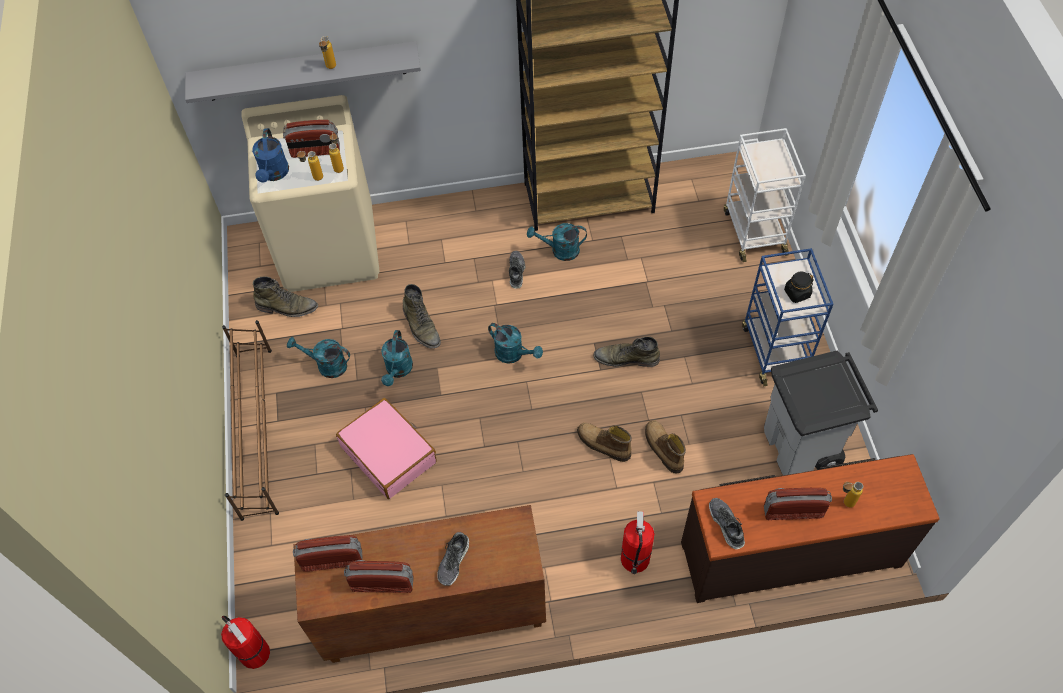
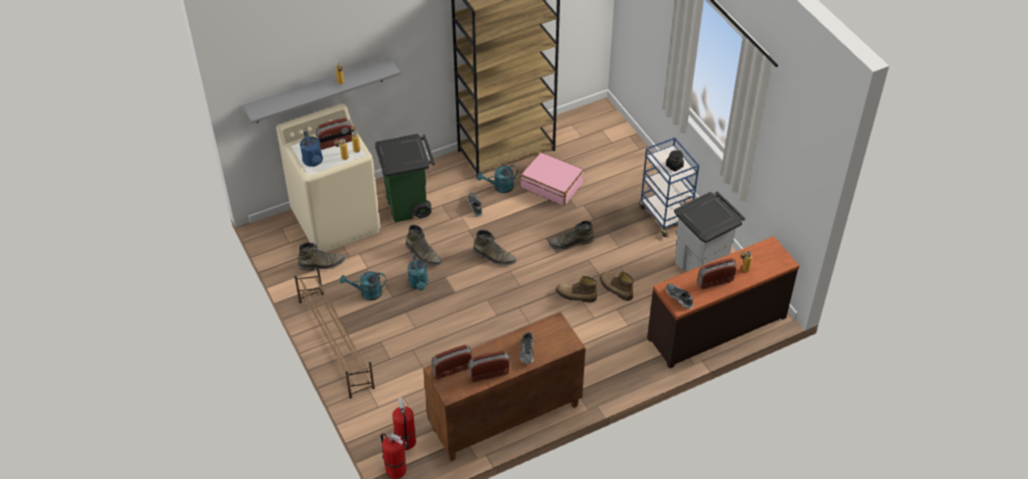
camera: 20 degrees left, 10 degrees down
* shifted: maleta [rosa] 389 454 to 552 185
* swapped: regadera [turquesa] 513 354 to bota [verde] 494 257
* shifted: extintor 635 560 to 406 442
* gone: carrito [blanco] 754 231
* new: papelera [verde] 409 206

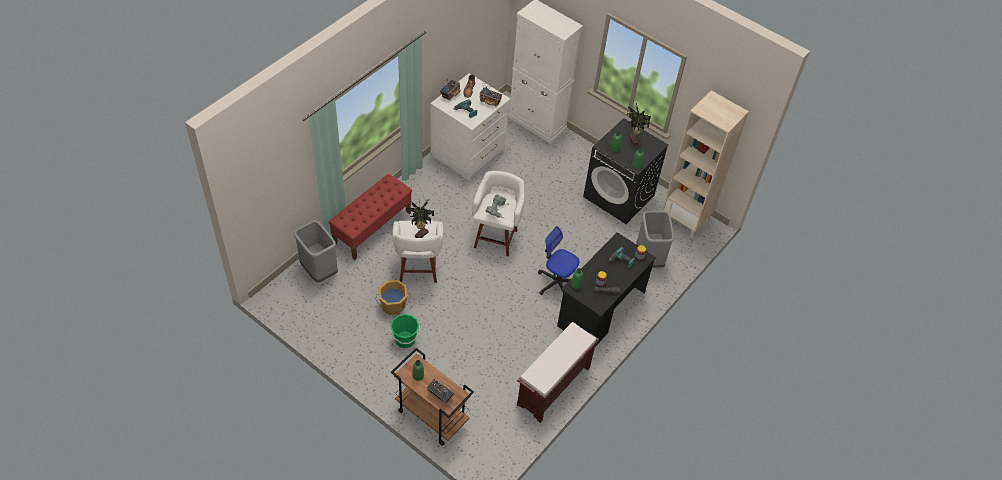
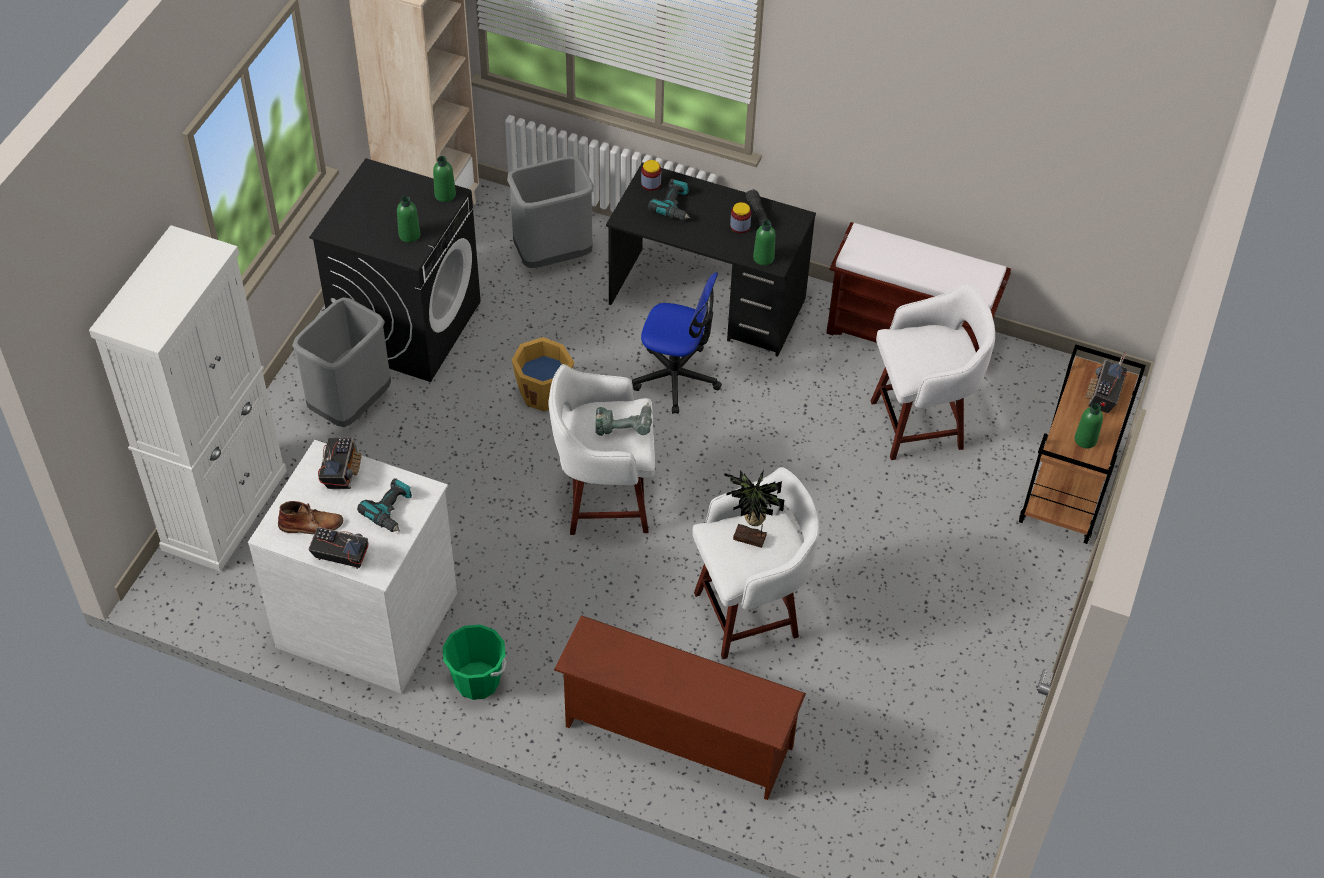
camera: 105 degrees left, 0 degrees up
* shifted: papelera [gris] 319 270 to 350 404
* swapped: banco [rojo] 372 228 to zapatero [marrón] 675 738
* shifted: cubo [naranja] 393 306 to 545 392
* shifted: cubo [verde] 405 340 to 477 681
* rotated: silla de oficina 557 283 = 676 378 90 degrees counterclockwise
* gone: planta en maceta 633 140
* new: taburete [blanco] 920 424

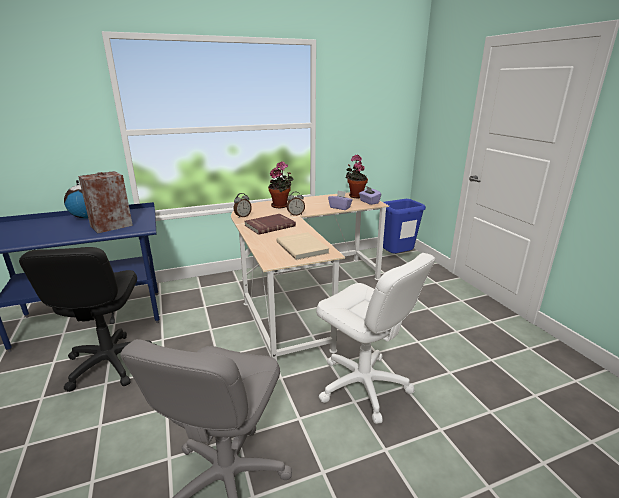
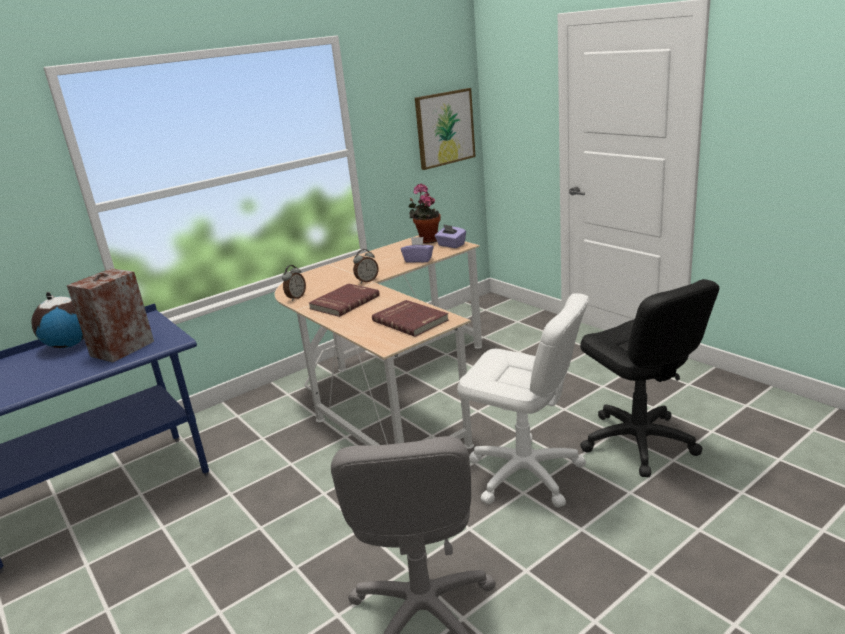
camera: 15 degrees left, 0 degrees up
* shifted: silla de oficina [negro] 110 363 to 638 442
* gone: planta en maceta 281 206
* repainted: libro [beis] 303 247 to libro [rojo] 411 320
* gone: papelera [azul] 396 257
* new: cuadro 445 128

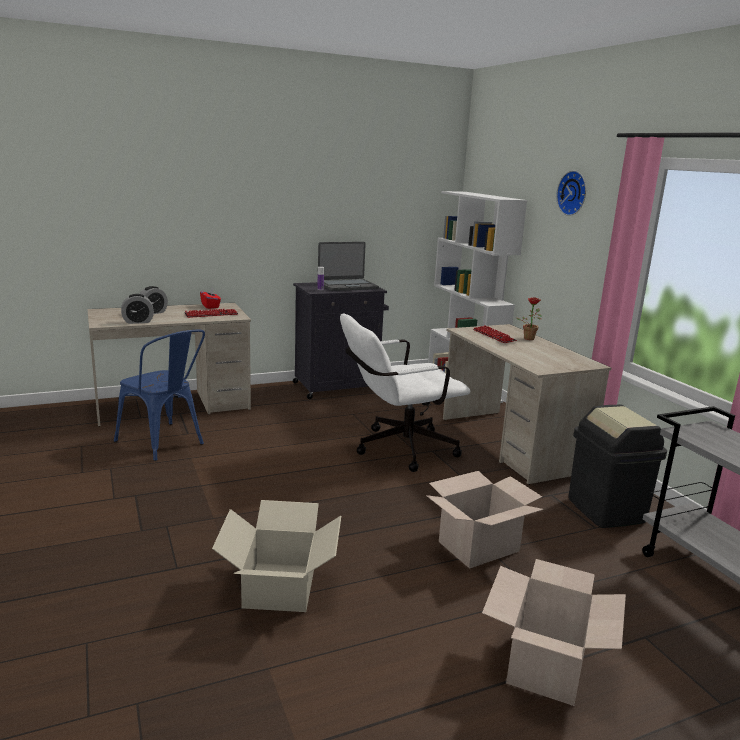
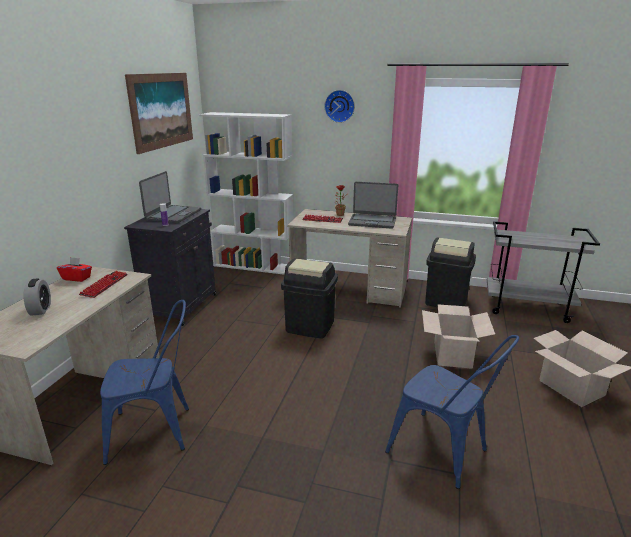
camera: 50 degrees left, 5 degrees up
* gone: despertador 138 322
* swapped: caja de cartón 278 587 to silla [azul] 444 453
* swapped: silla de oficina [blanco] 397 449 to papelera [negro] 310 327
* new: cuadro 162 110
* new: portátil 372 221

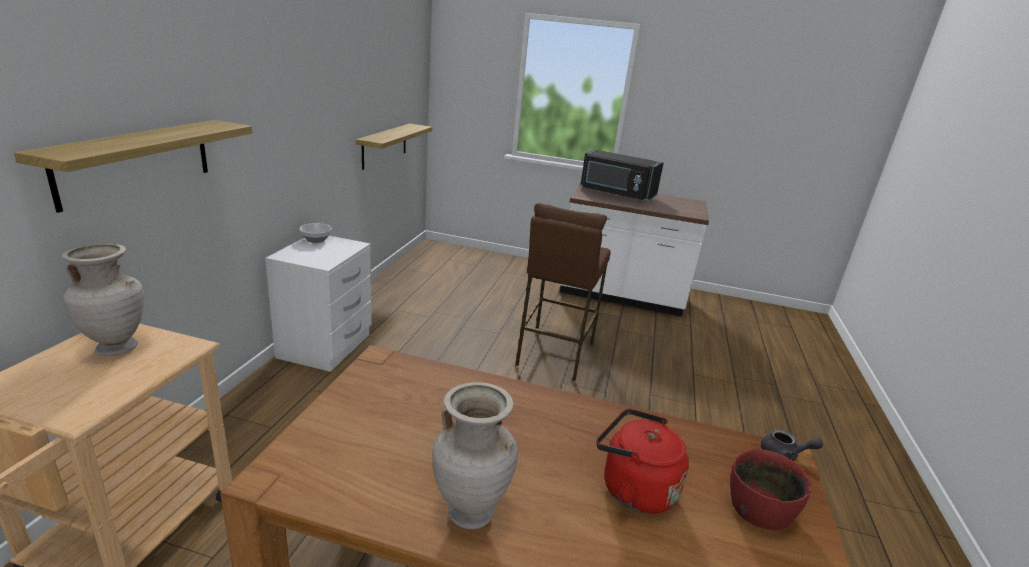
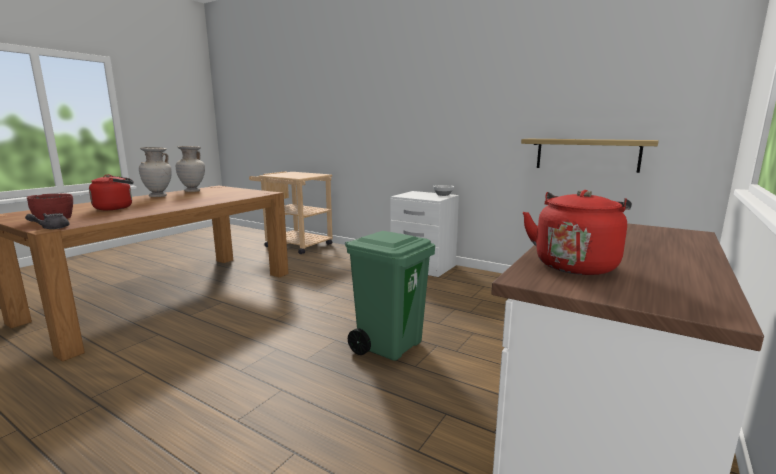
camera: 110 degrees right, 10 degrees down
* gone: estante 136 161
* shifted: florero [beis] 117 348 to 193 191
* swapped: taburete [marrón] 554 354 to papelera [verde] 389 345
* gone: microondas [negro] 616 194
* new: hervidor [rojo] 575 264

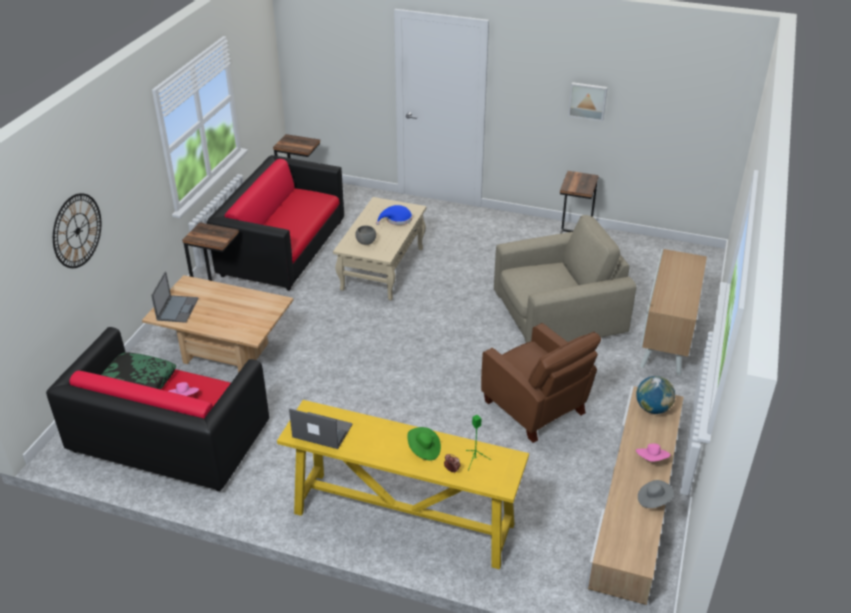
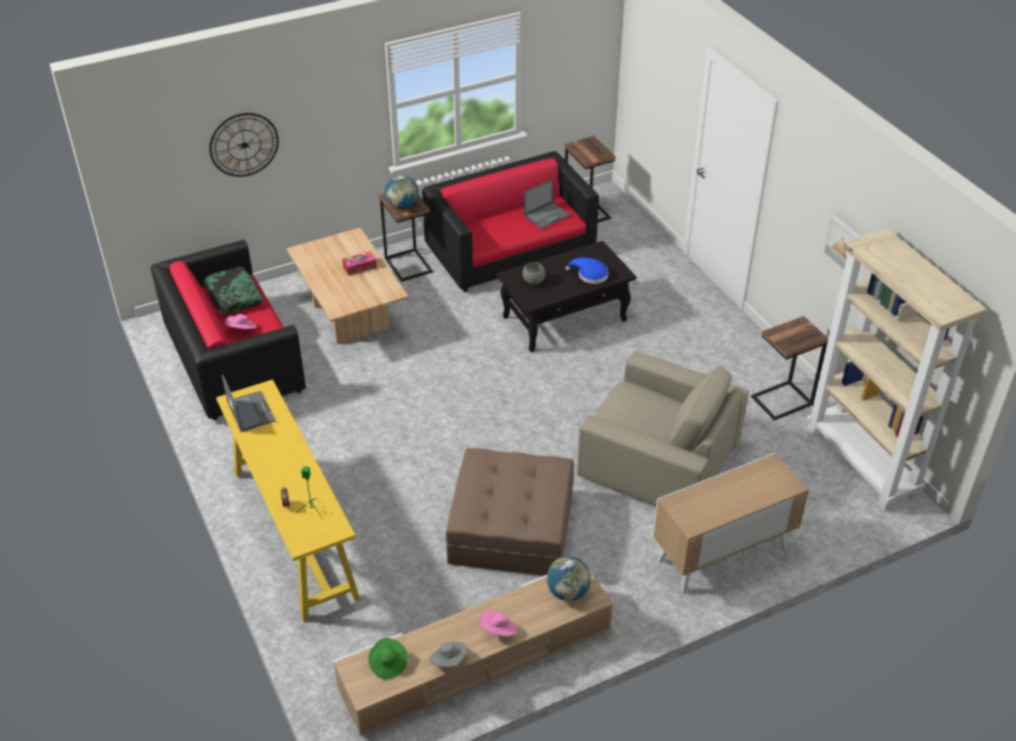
camera: 45 degrees right, 5 degrees up
* shifted: portátil 177 309 to 547 215
* repainted: mesa de centro [beis] 382 268 to mesa de centro [negro] 565 318
* shifted: sombrero [verde] 424 450 to 388 664
* swapped: sillón [marrón] 536 409 to puf [marrón] 510 527
* new: caja de pañuelos 359 267
* new: globo terráqueo 402 206
* new: estantería [beis] 862 463

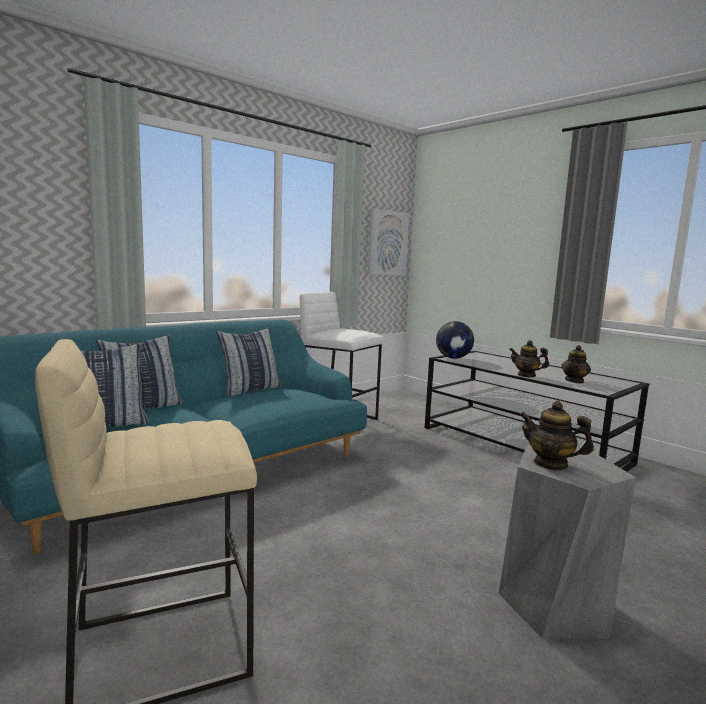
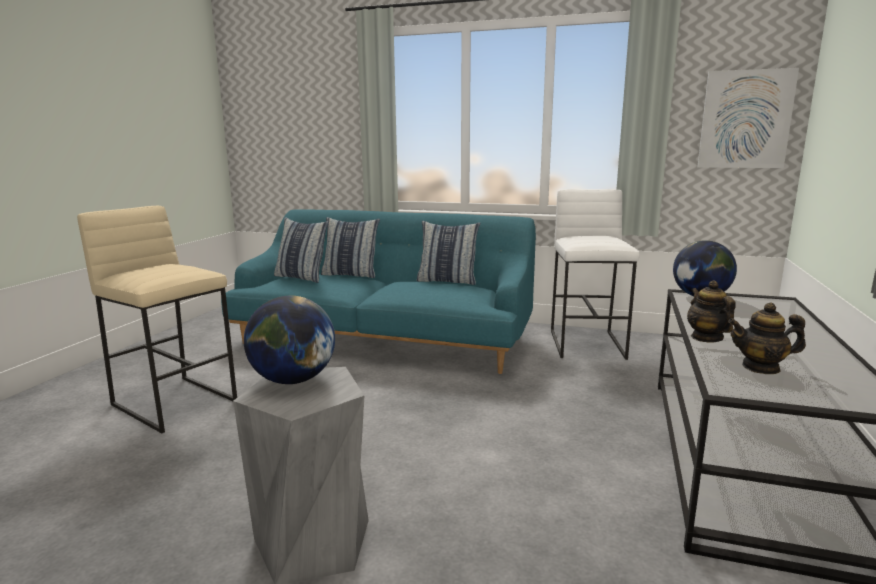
camera: 60 degrees right, 5 degrees up
* swapped: tetera 551 464 to globo terráqueo 293 380

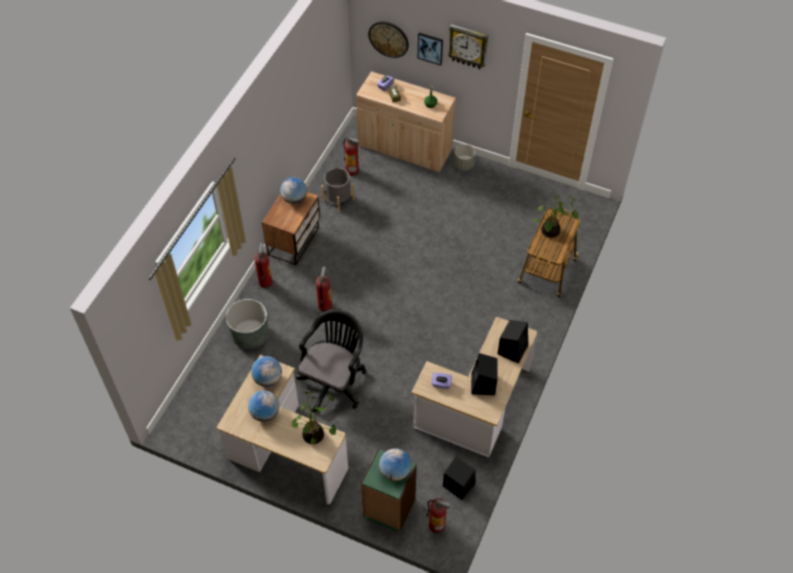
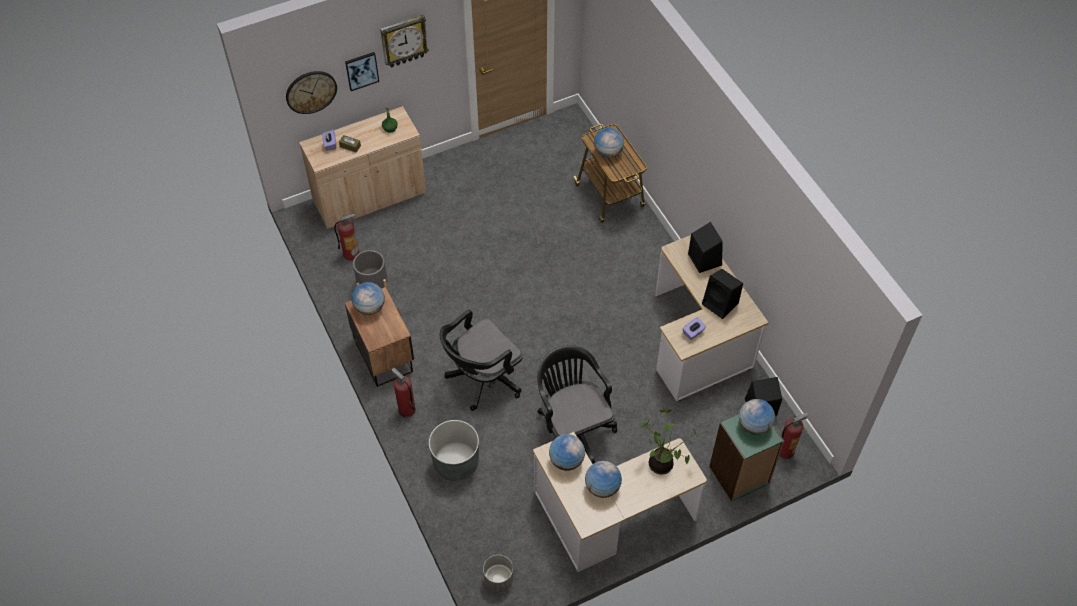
camera: 50 degrees left, 0 degrees up
* swapped: extintor 324 305 to silla de oficina [negro] 482 380
* shifted: maceta [gris] 463 165 to 498 580
* swapped: planta en maceta 550 233 to globo terráqueo 608 152

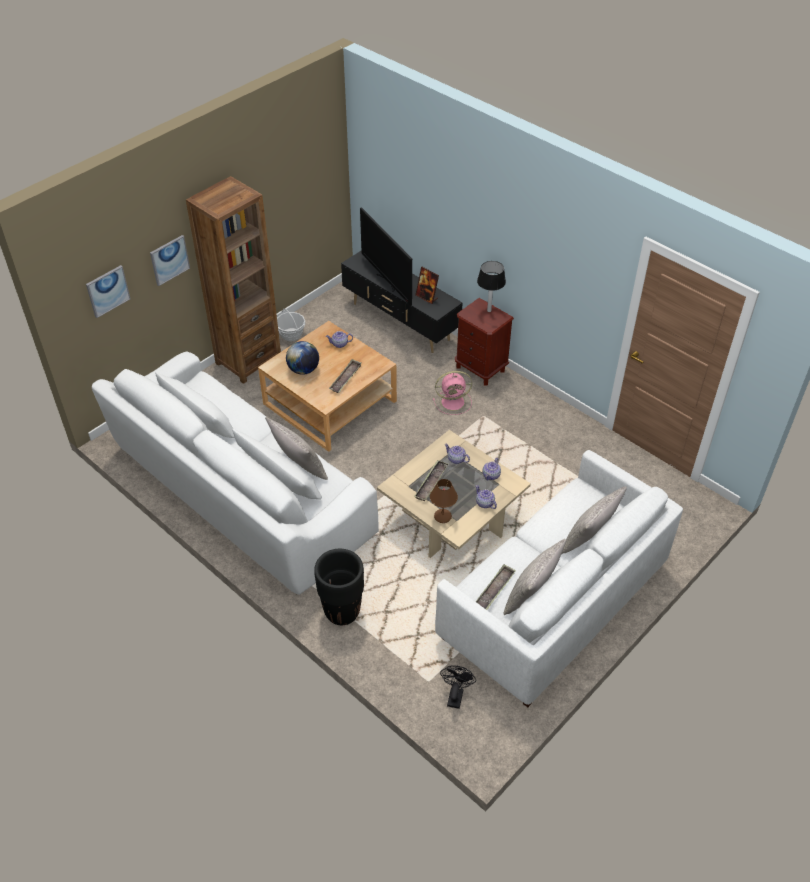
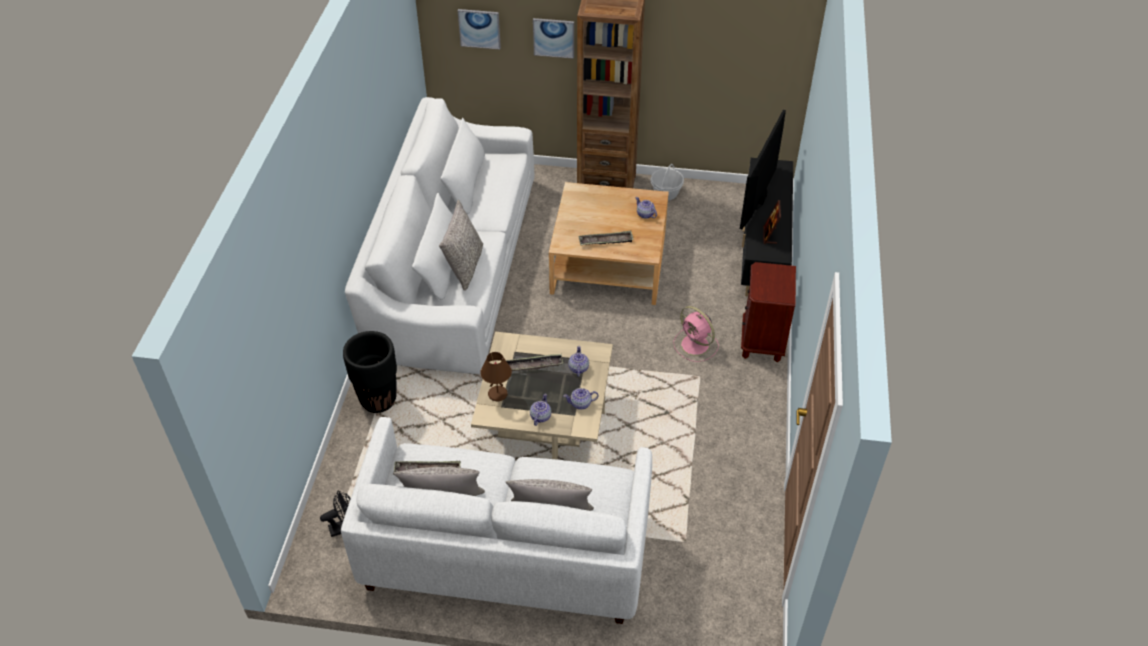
camera: 55 degrees right, 0 degrees up
* gone: globo terráqueo 303 370
* gone: lámpara de mesa 489 311

